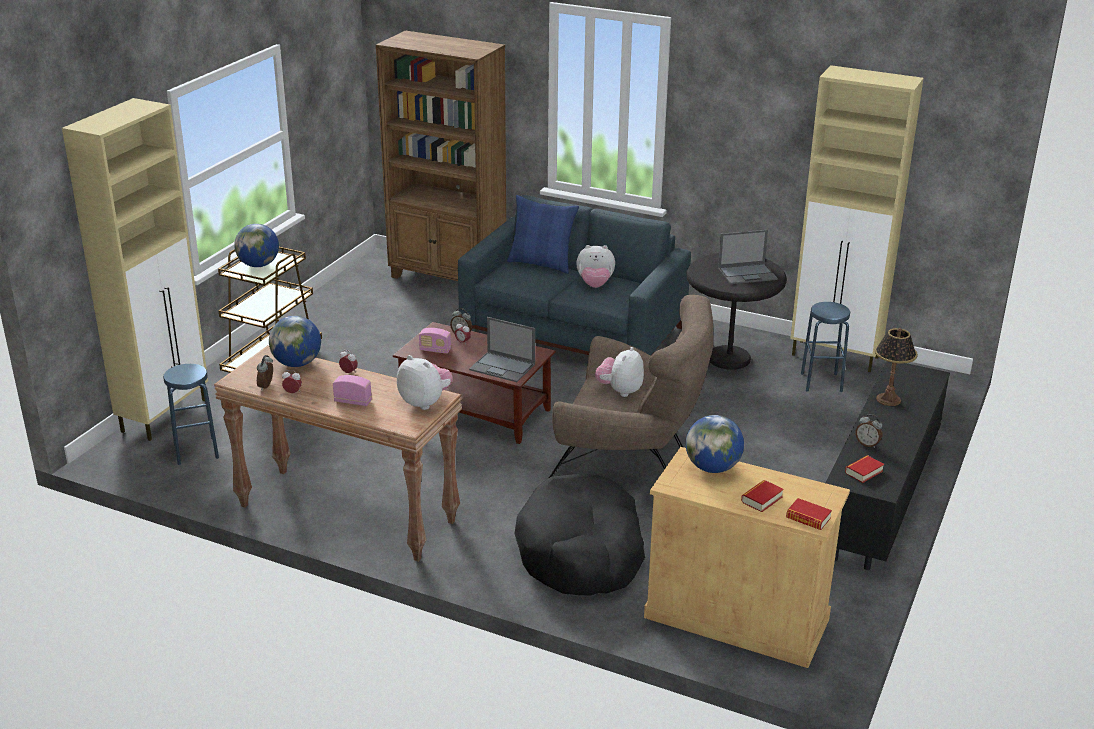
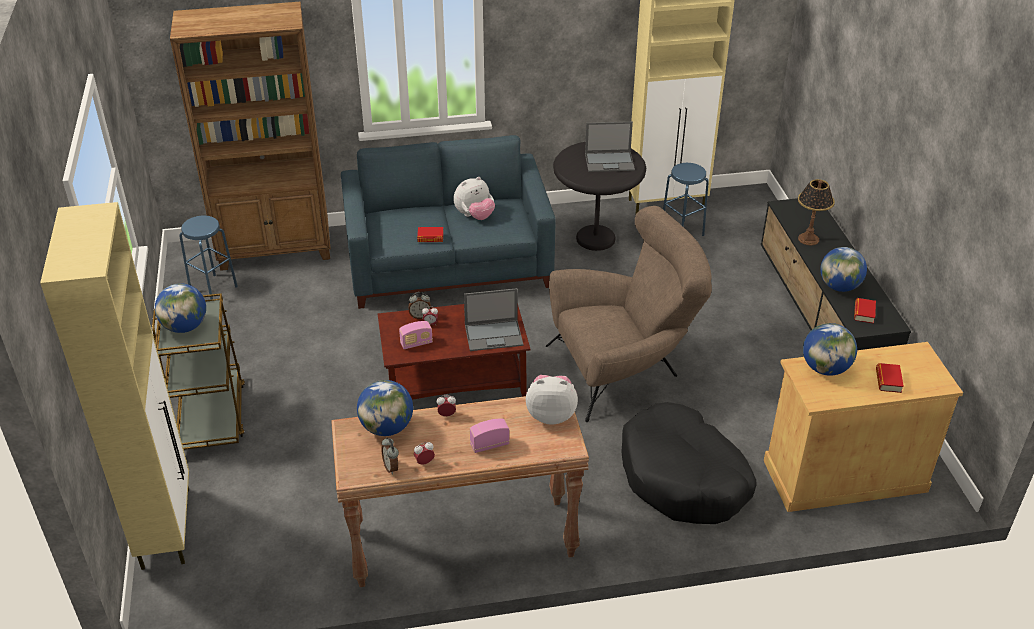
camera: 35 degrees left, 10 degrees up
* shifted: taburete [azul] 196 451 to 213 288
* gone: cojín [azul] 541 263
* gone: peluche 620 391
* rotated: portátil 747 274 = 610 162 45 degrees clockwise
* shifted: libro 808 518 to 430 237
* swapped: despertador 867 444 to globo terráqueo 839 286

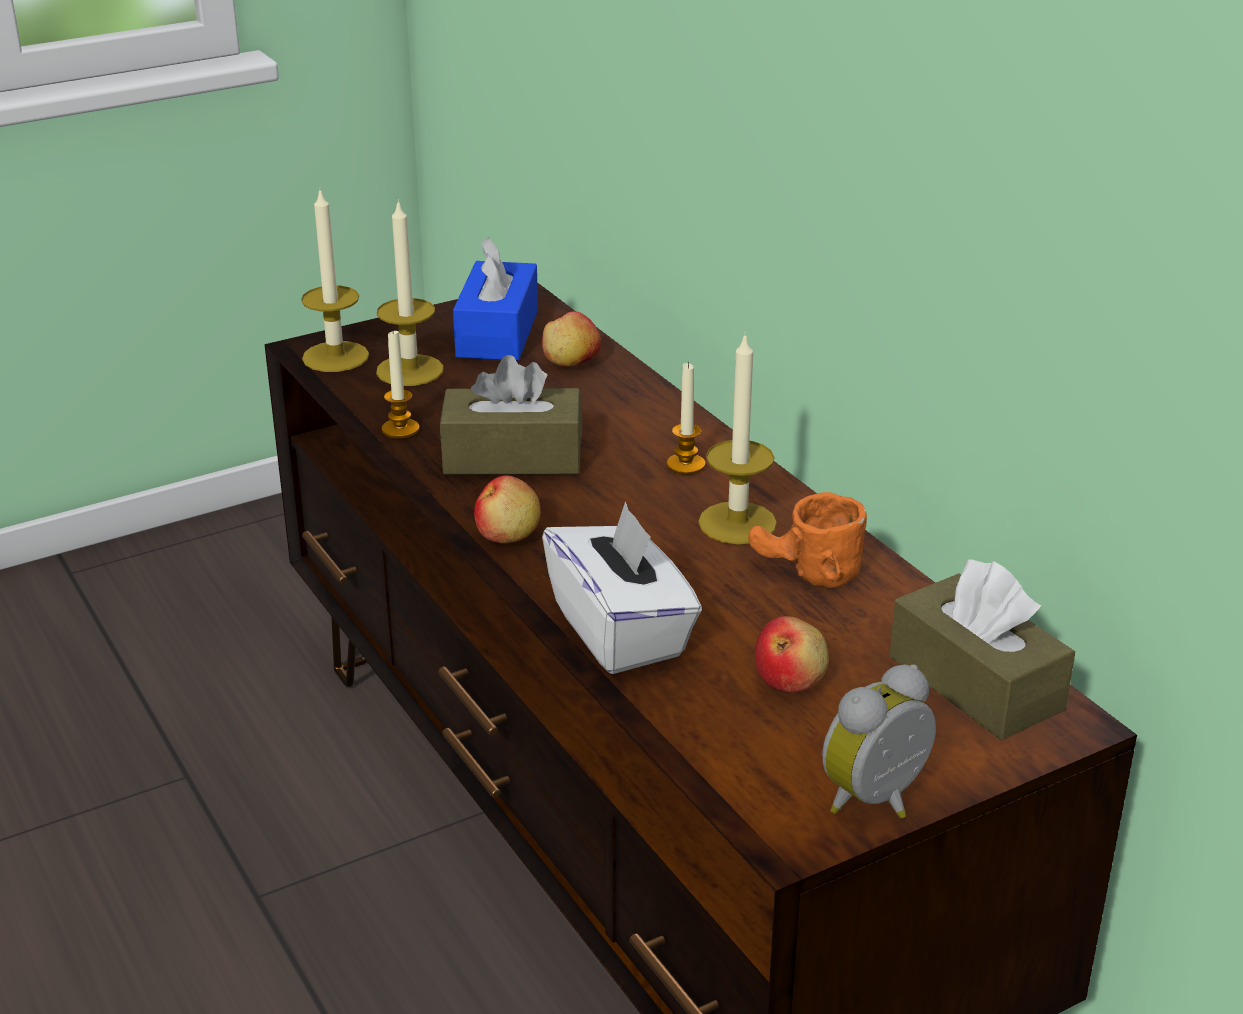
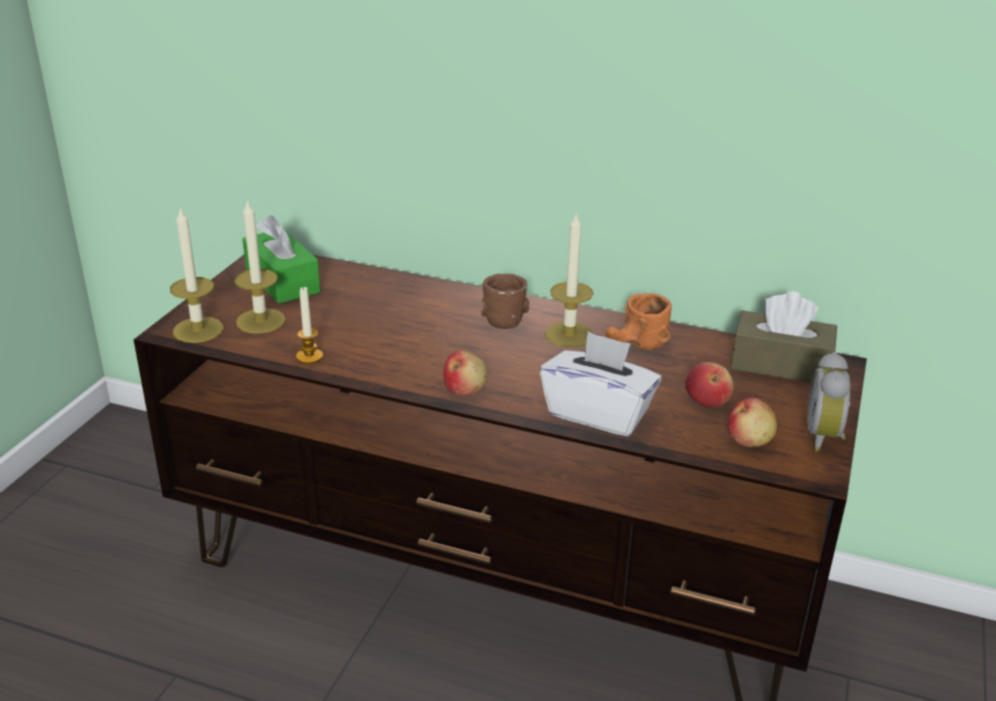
camera: 40 degrees left, 0 degrees up
* gone: caja de pañuelos [marrón] 513 457
* repainted: caja de pañuelos [azul] 497 333 to caja de pañuelos [verde] 282 281
* shifted: manzana 571 363 to 750 440
* swapped: vela 685 465 to taza grande [marrón] 499 315

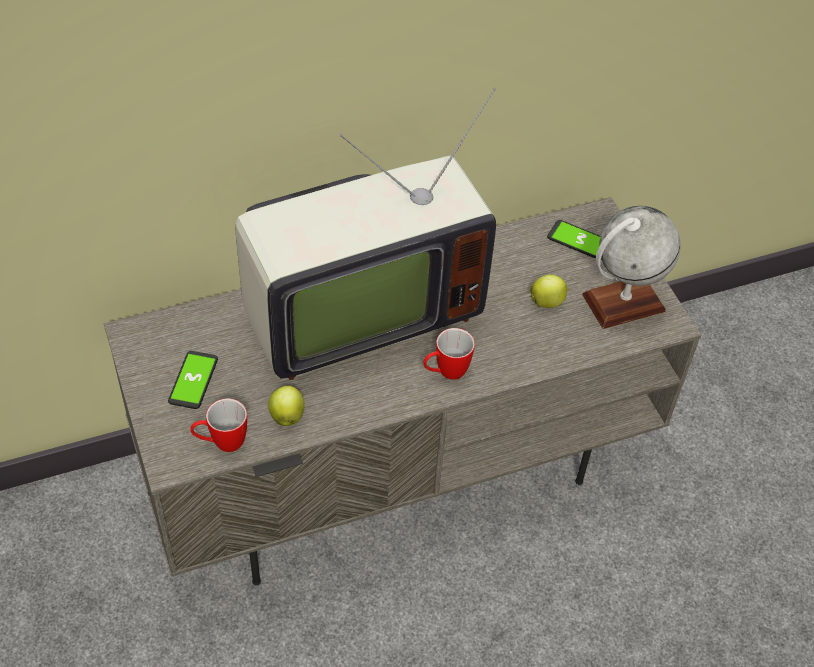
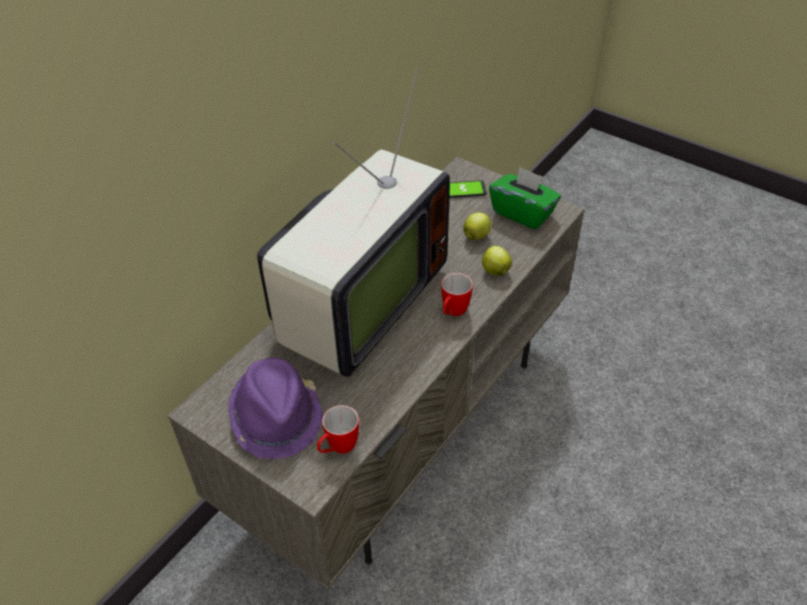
camera: 30 degrees left, 5 degrees down
* swapped: móvil 193 380 to sombrero [morado] 277 417
* shifted: manzana 287 415 to 495 270
* swapped: globo terráqueo 623 303 to caja de pañuelos [verde] 522 213

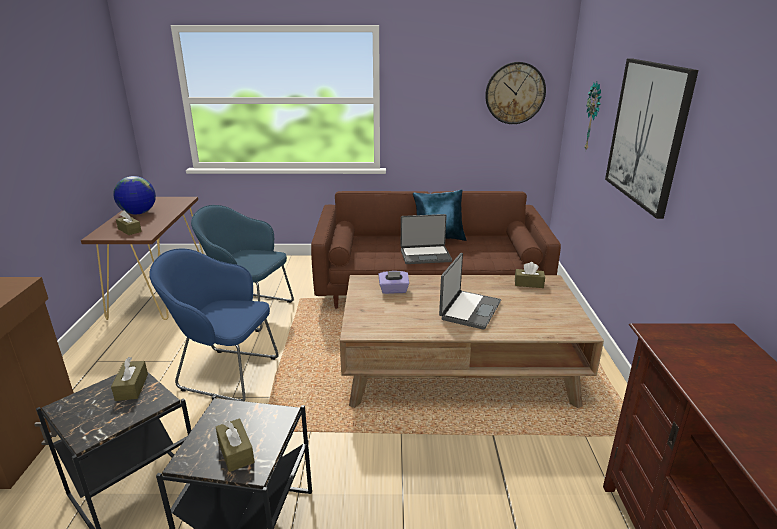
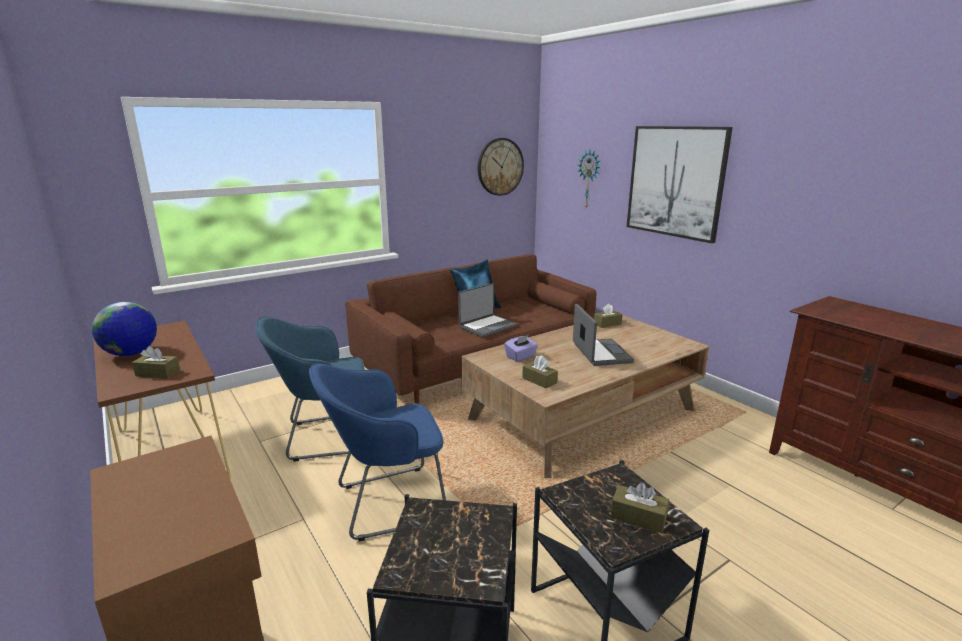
camera: 35 degrees left, 5 degrees down
* shifted: caja de pañuelos [marrón] 132 387 to 539 380

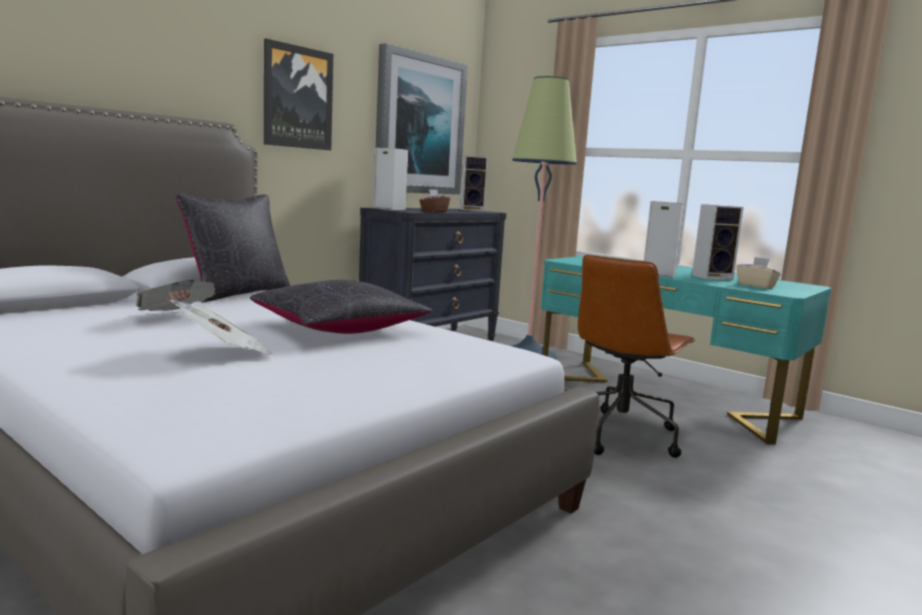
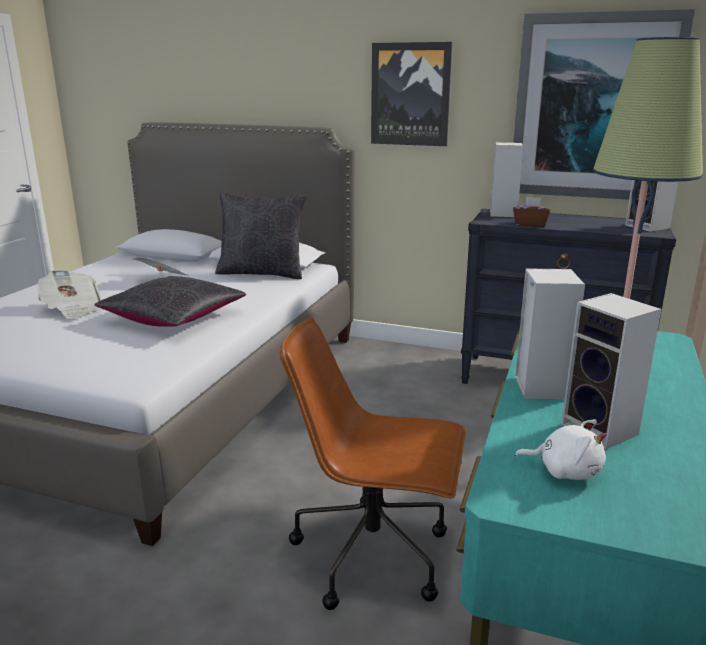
camera: 70 degrees right, 10 degrees up
* swapped: caja de pañuelos [beis] 756 286 to peluche [blanco] 565 471

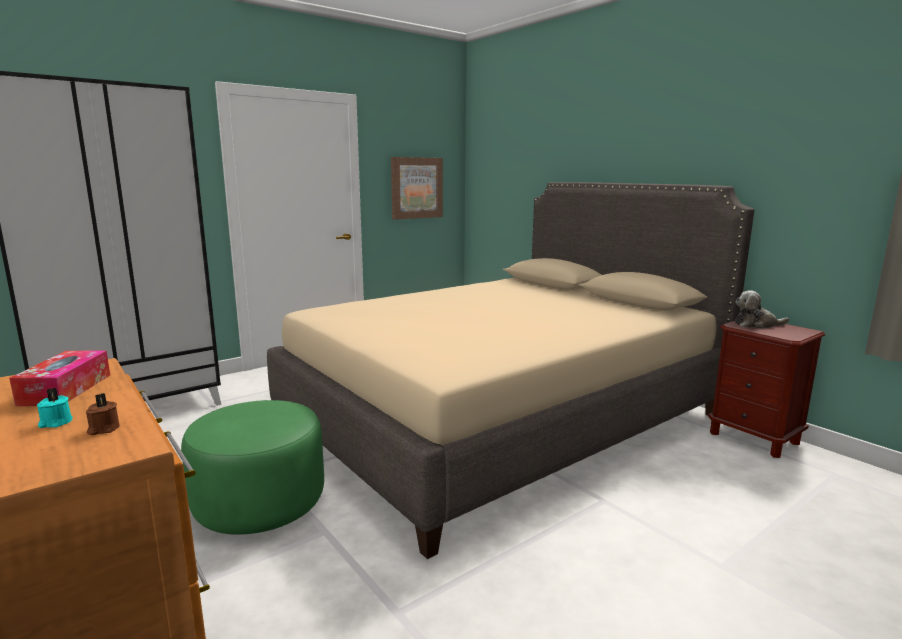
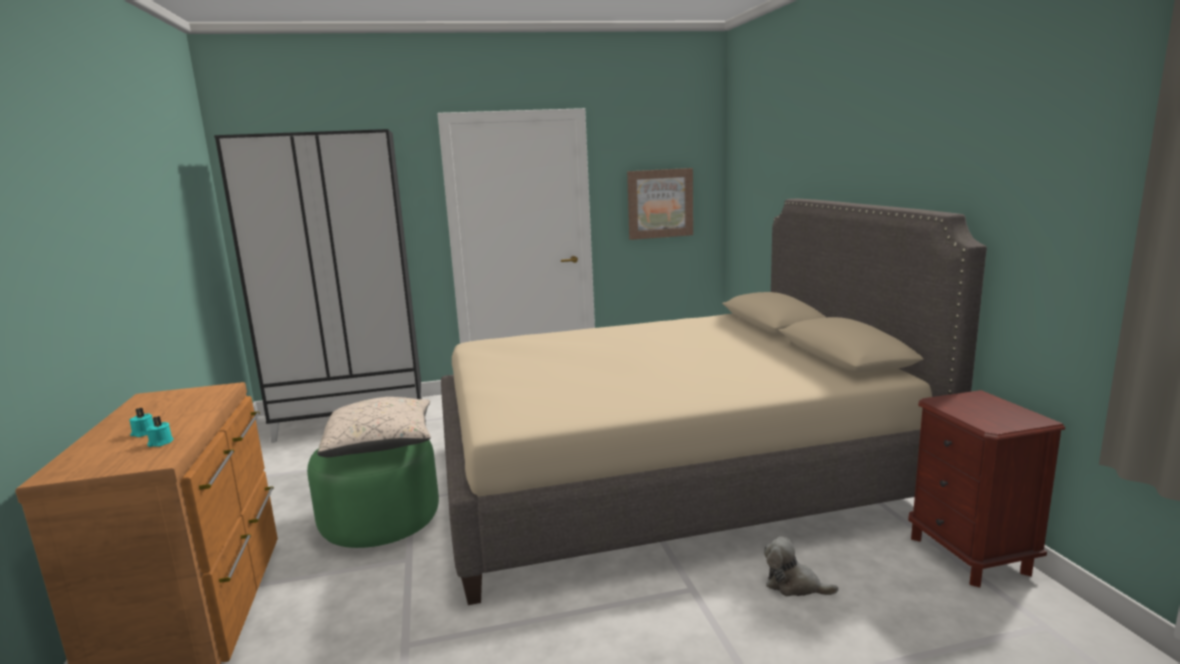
camera: 25 degrees right, 0 degrees up
* gone: caja de pañuelos 66 389
* repainted: vela [marrón] 103 429 to vela [turquesa] 160 443
* shifted: peluche 756 325 to 794 585
* new: cojín [beis] 381 444

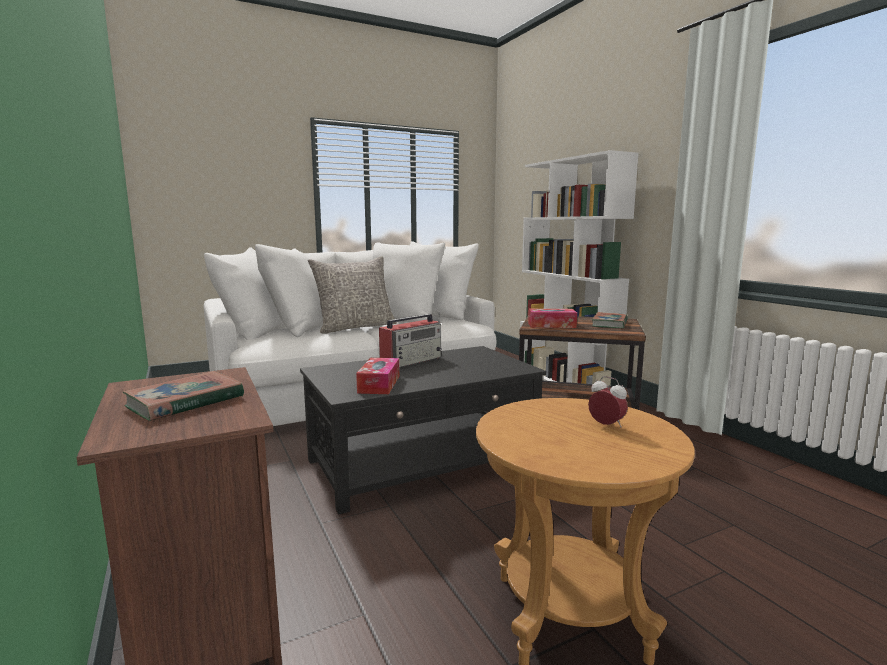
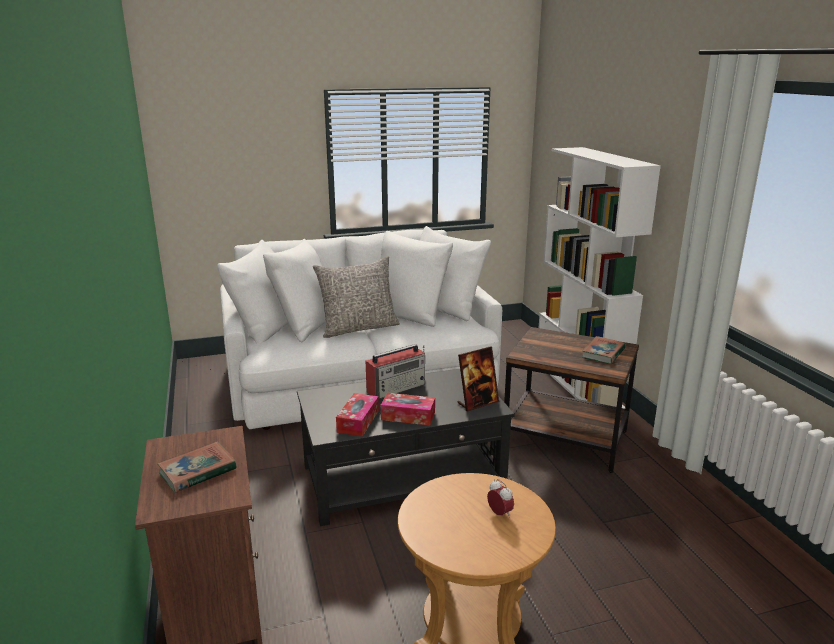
camera: 10 degrees right, 10 degrees up
* shifted: caja de pañuelos 551 325 to 408 416
* new: portarretratos 477 403

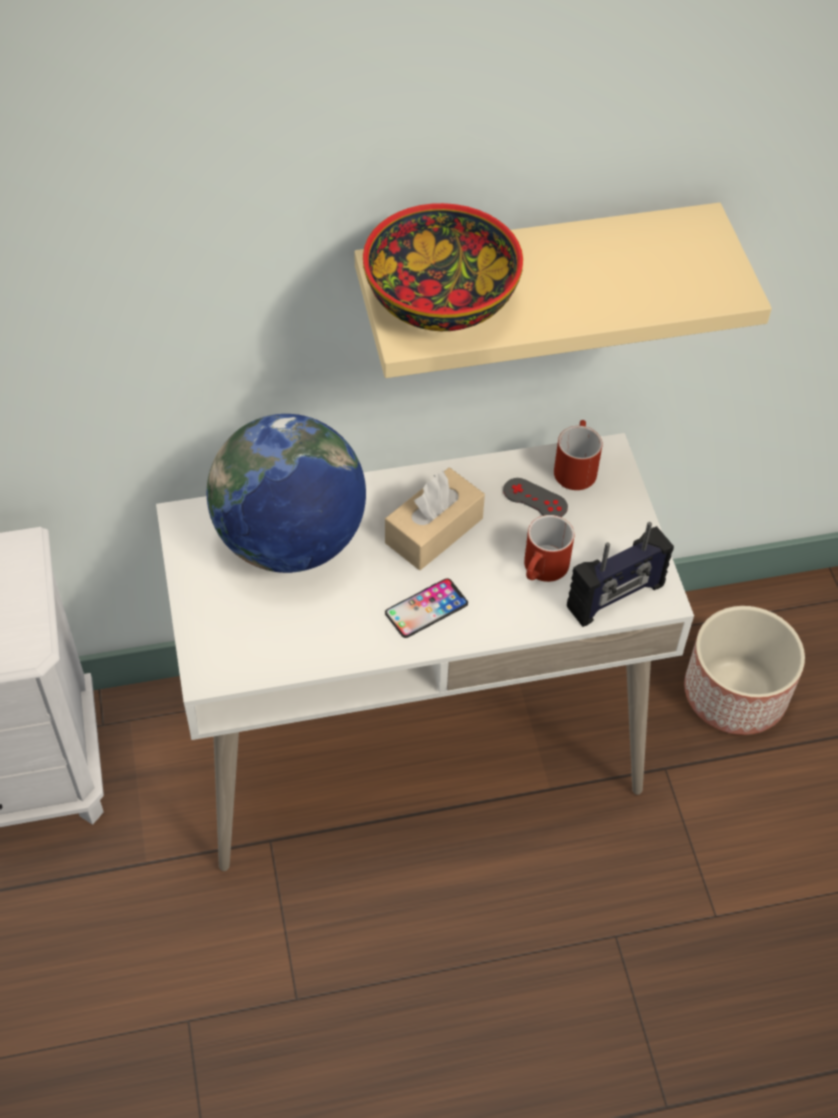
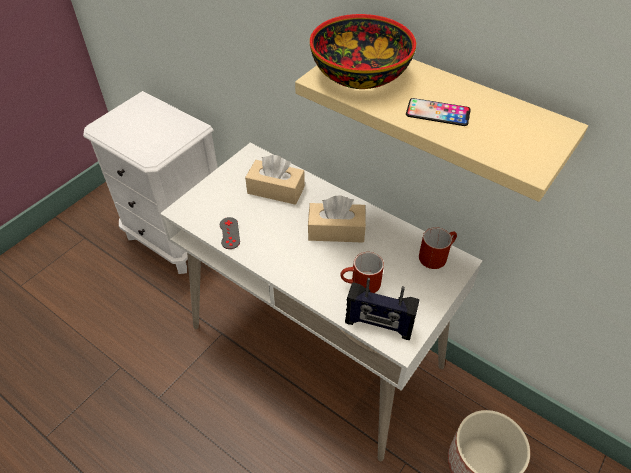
camera: 50 degrees right, 5 degrees down
* swapped: globo terráqueo 290 541 to caja de pañuelos [beis] 276 190
* shifted: móvil 426 608 to 438 112
* shifted: mando de consola [gris] 535 499 to 229 233

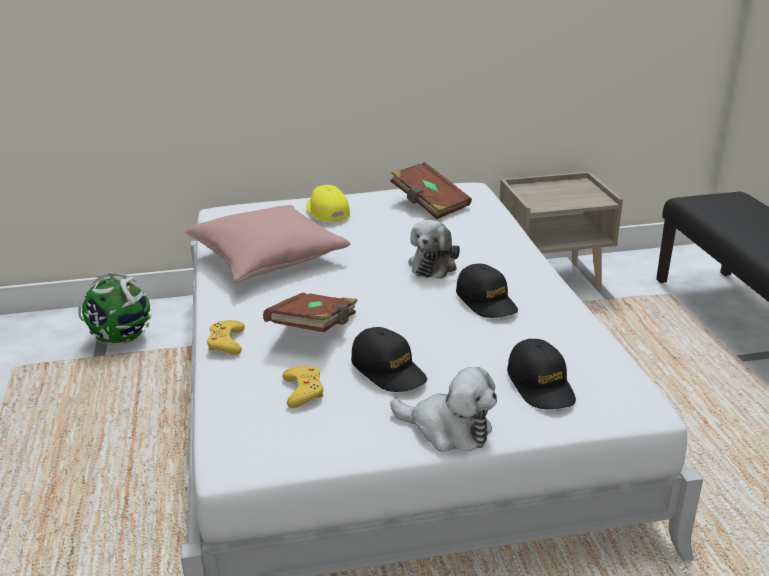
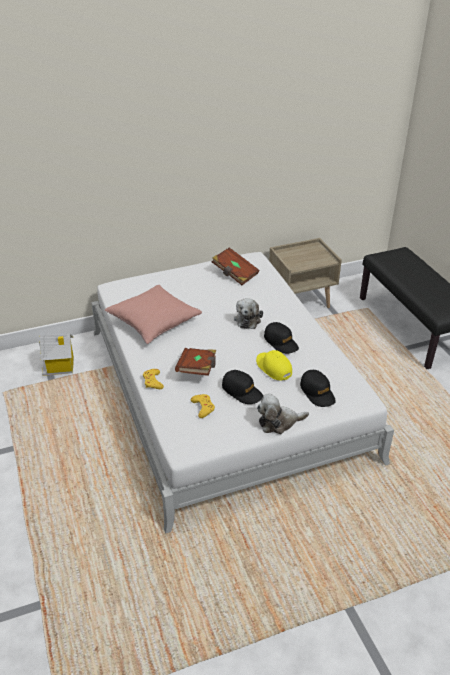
camera: 10 degrees left, 10 degrees up
* swapped: globo terráqueo 121 339 to casita 60 366
* shifted: gorra [amarillo] 327 211 to 273 368
* rotated: peluche 448 430 = 279 422 150 degrees clockwise

